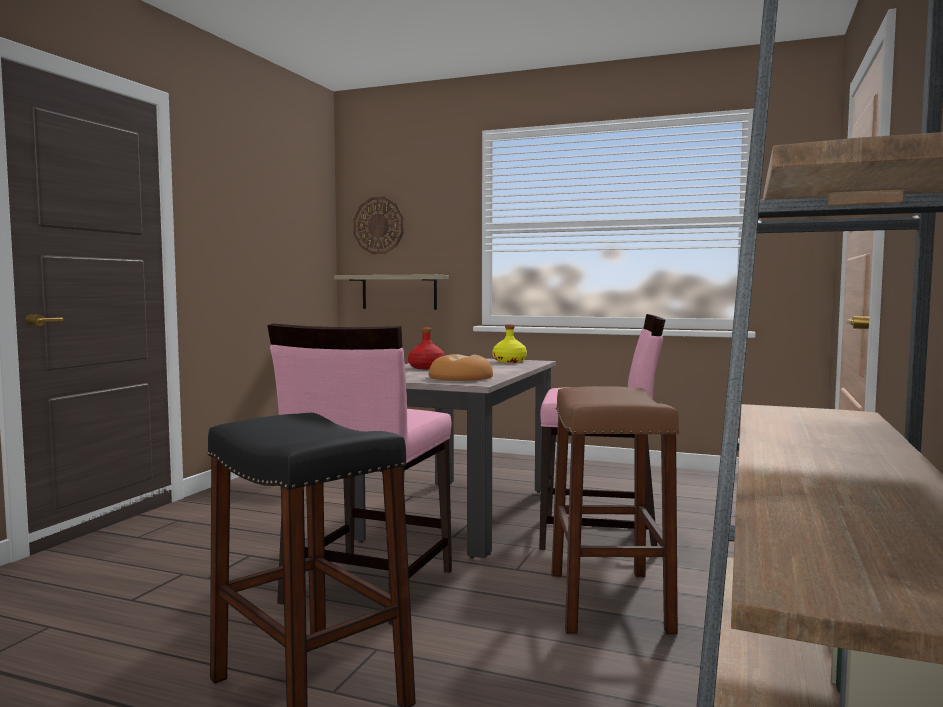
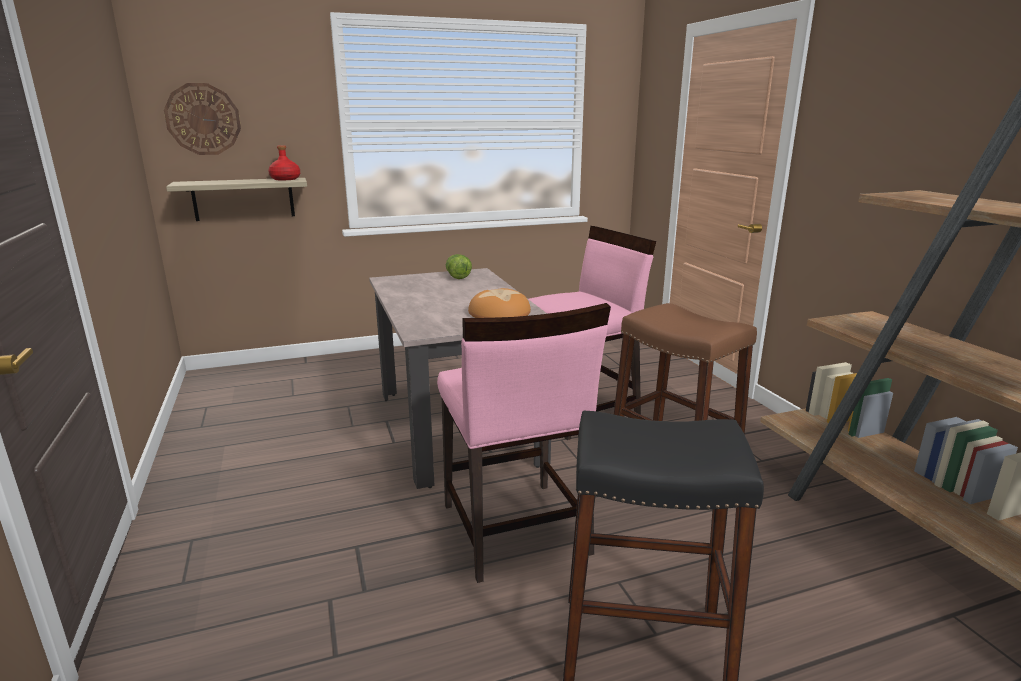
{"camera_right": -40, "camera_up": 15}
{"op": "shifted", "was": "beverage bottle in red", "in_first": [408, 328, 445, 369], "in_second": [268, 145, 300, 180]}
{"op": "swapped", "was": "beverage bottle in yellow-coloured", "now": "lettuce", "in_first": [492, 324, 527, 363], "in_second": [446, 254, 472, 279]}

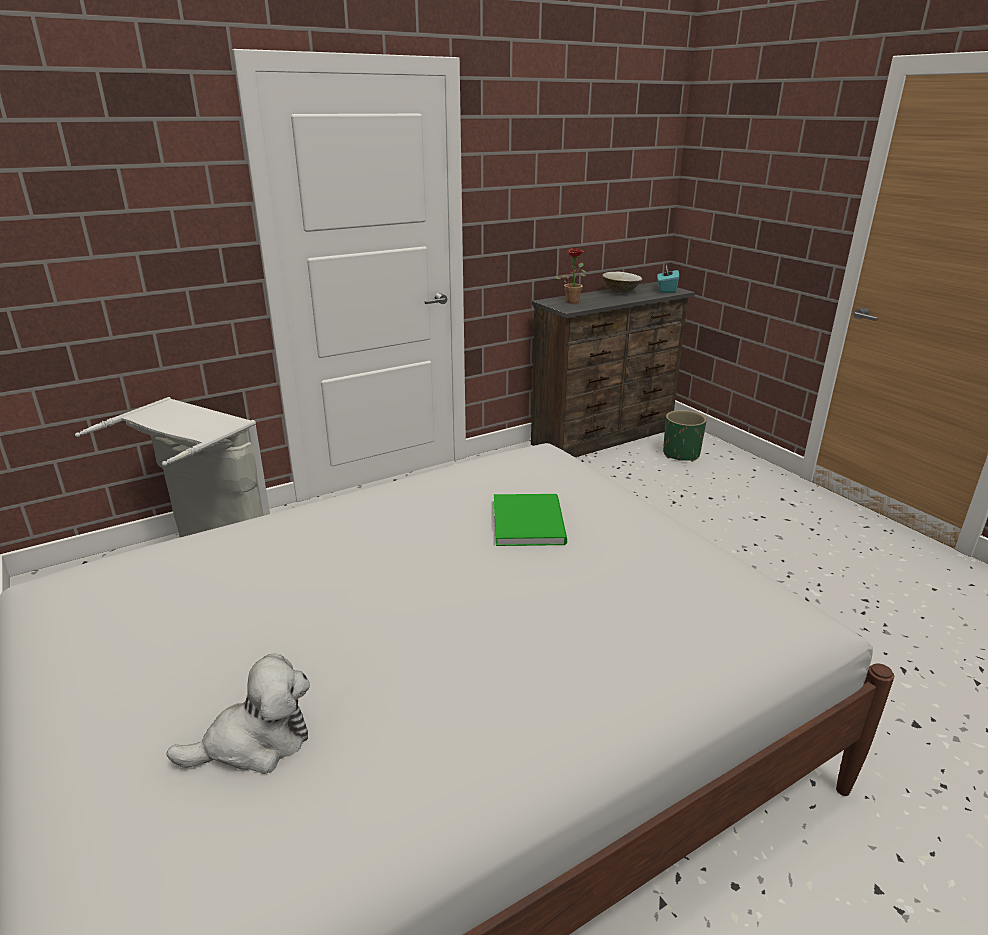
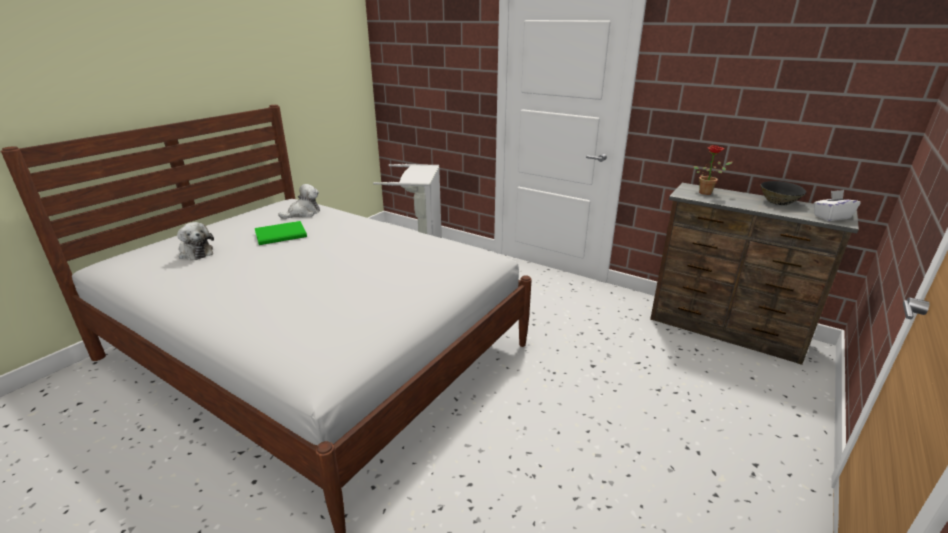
{"camera_right": 65, "camera_up": 0}
{"op": "shifted", "was": "volume in greenish", "in_first": [494, 494, 567, 546], "in_second": [255, 221, 307, 245]}
{"op": "new", "now": "cuddly toy", "in_second": [278, 184, 320, 219]}
{"op": "repainted", "was": "deep dish in sand-coloured", "now": "deep dish in black", "in_first": [603, 272, 642, 294], "in_second": [761, 181, 806, 205]}
{"op": "repainted", "was": "tissue box in turquoise", "now": "tissue box in white", "in_first": [657, 264, 679, 293], "in_second": [814, 190, 861, 221]}
{"op": "gone", "was": "flower pot in greenish", "in_first": [663, 410, 707, 462]}

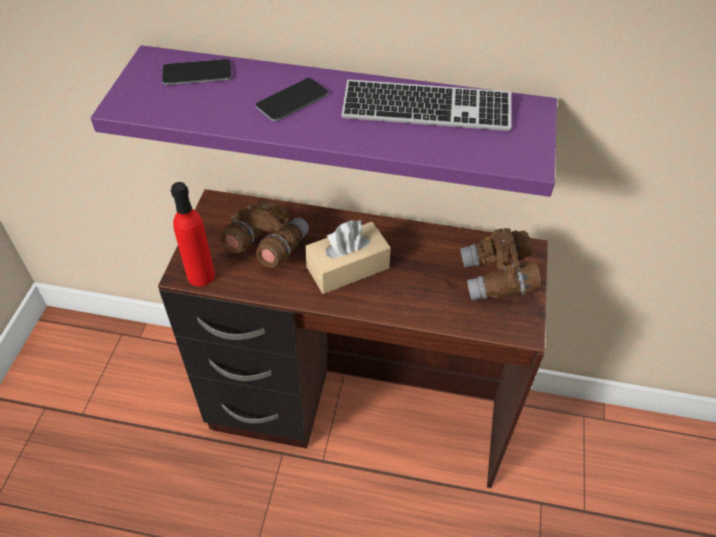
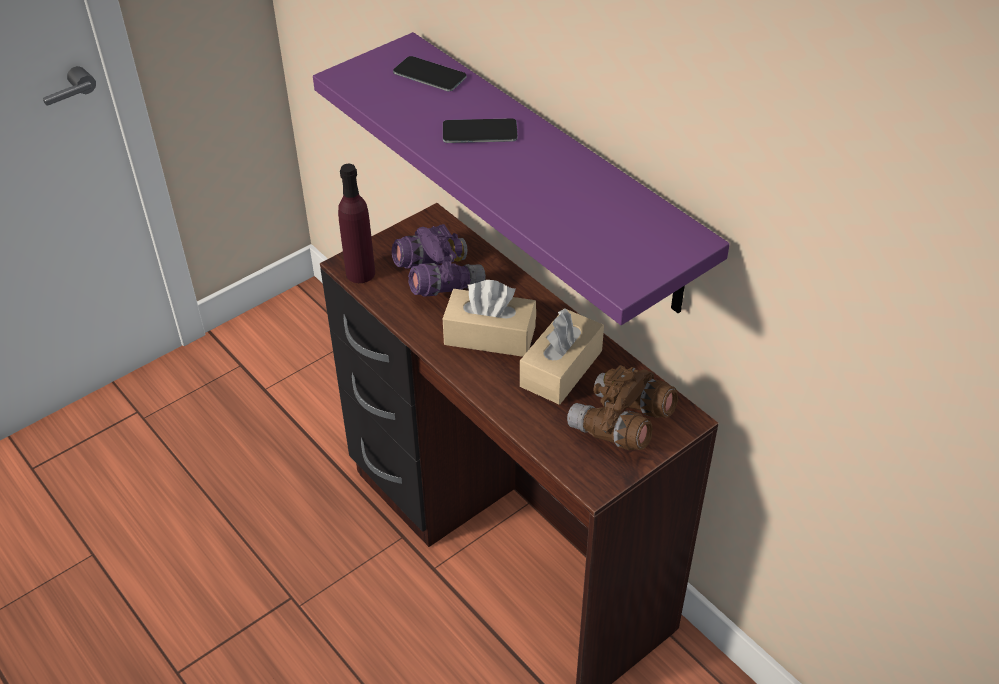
{"camera_right": 40, "camera_up": -5}
{"op": "repainted", "was": "beverage bottle in red", "now": "beverage bottle in purplish", "in_first": [171, 182, 215, 286], "in_second": [338, 164, 375, 283]}
{"op": "repainted", "was": "pair of binoculars in brownish", "now": "pair of binoculars in purplish", "in_first": [221, 199, 309, 268], "in_second": [392, 224, 486, 297]}
{"op": "new", "now": "tissue box in sand-coloured", "in_second": [520, 308, 604, 405]}
{"op": "gone", "was": "keyboard", "in_first": [342, 80, 511, 131]}

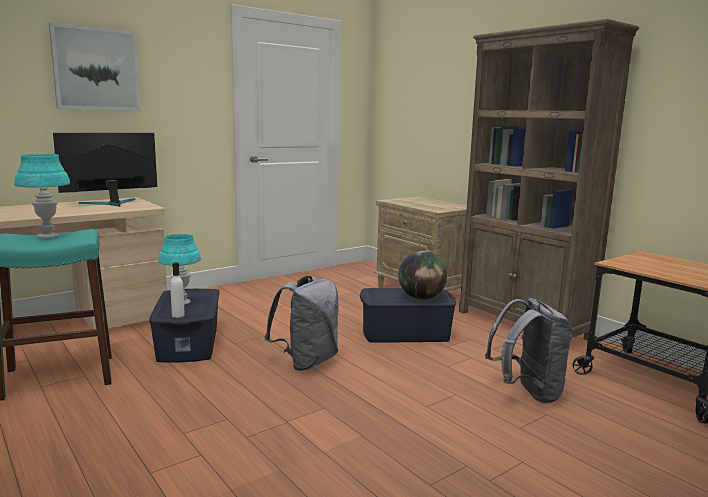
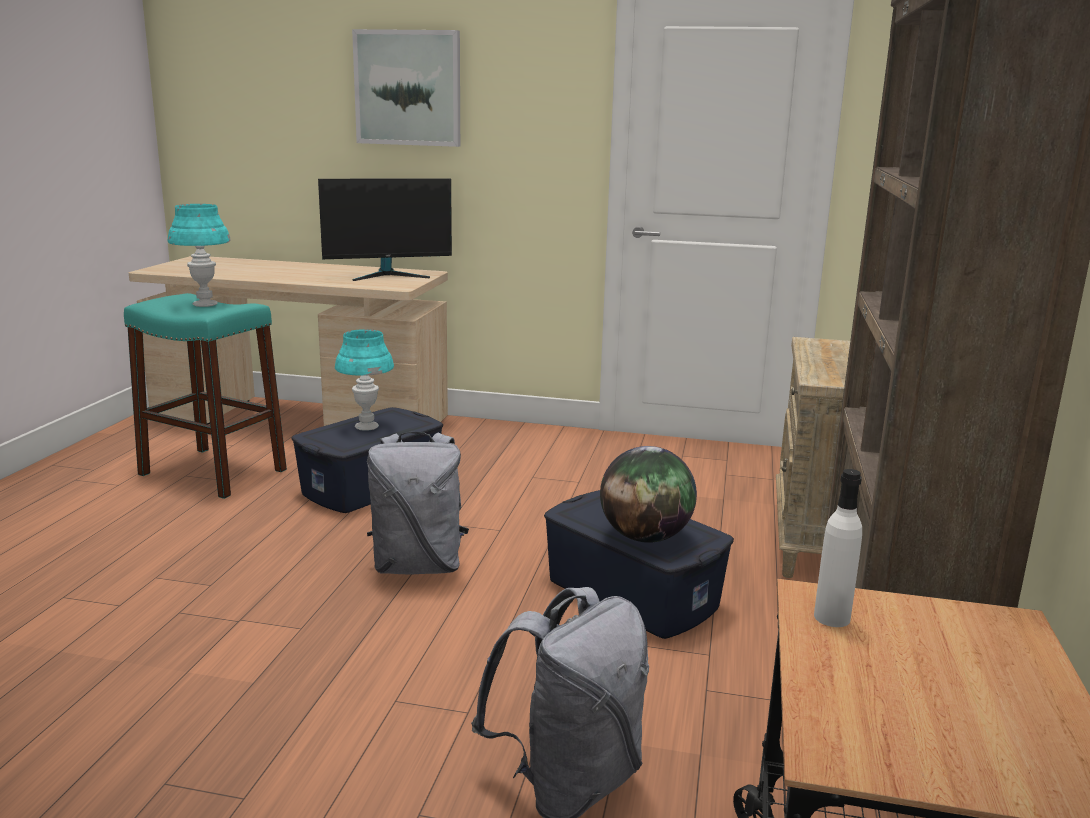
{"camera_right": 50, "camera_up": 5}
{"op": "rotated", "was": "monitor", "in_first": [53, 133, 157, 207], "in_second": [318, 178, 452, 281], "clockwise": 150}
{"op": "shifted", "was": "beverage bottle in white", "in_first": [170, 262, 185, 318], "in_second": [814, 469, 862, 627]}

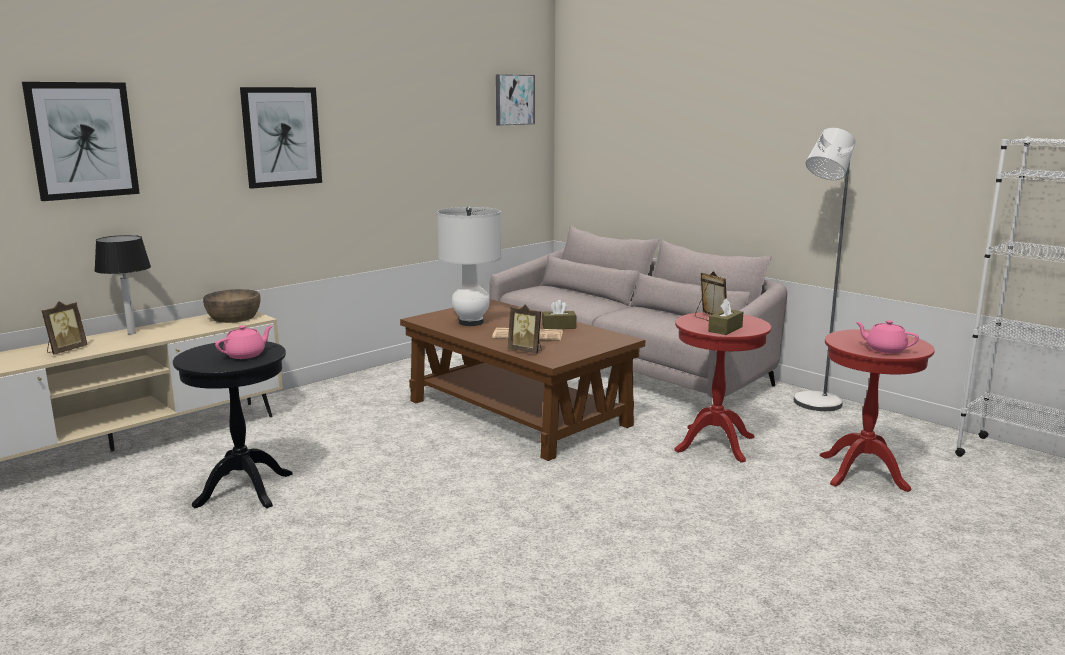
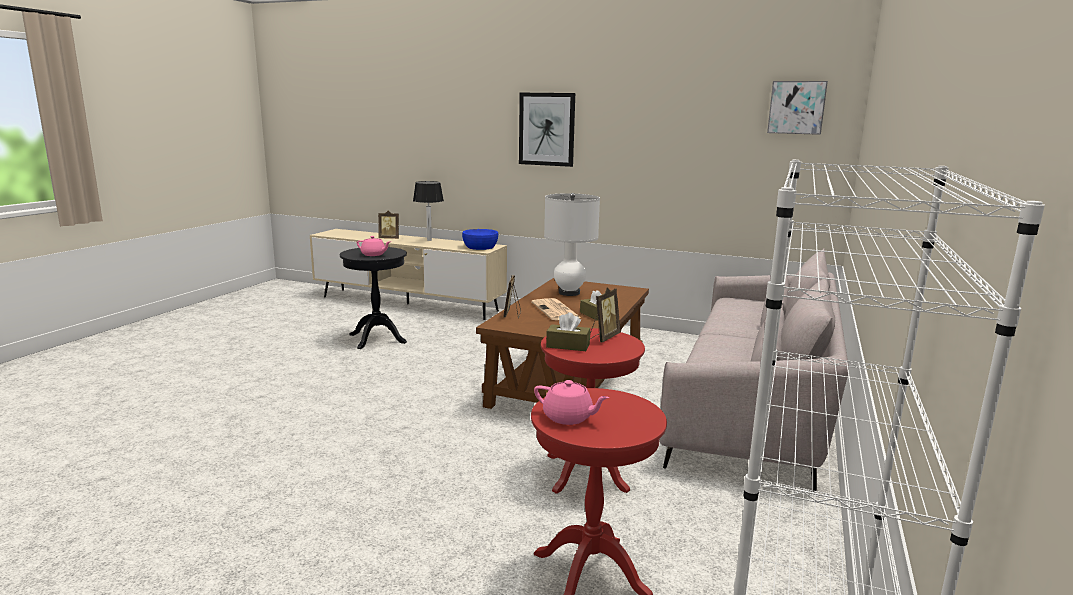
{"camera_right": 65, "camera_up": 0}
{"op": "repainted", "was": "deep dish in brownish", "now": "deep dish in bluish", "in_first": [203, 289, 260, 323], "in_second": [462, 229, 498, 250]}
{"op": "rotated", "was": "tea pot in pinkish", "in_first": [855, 320, 919, 353], "in_second": [534, 380, 609, 425], "clockwise": 105}
{"op": "gone", "was": "picture", "in_first": [22, 82, 140, 201]}
{"op": "gone", "was": "floor lamp in greyish", "in_first": [794, 128, 856, 411]}

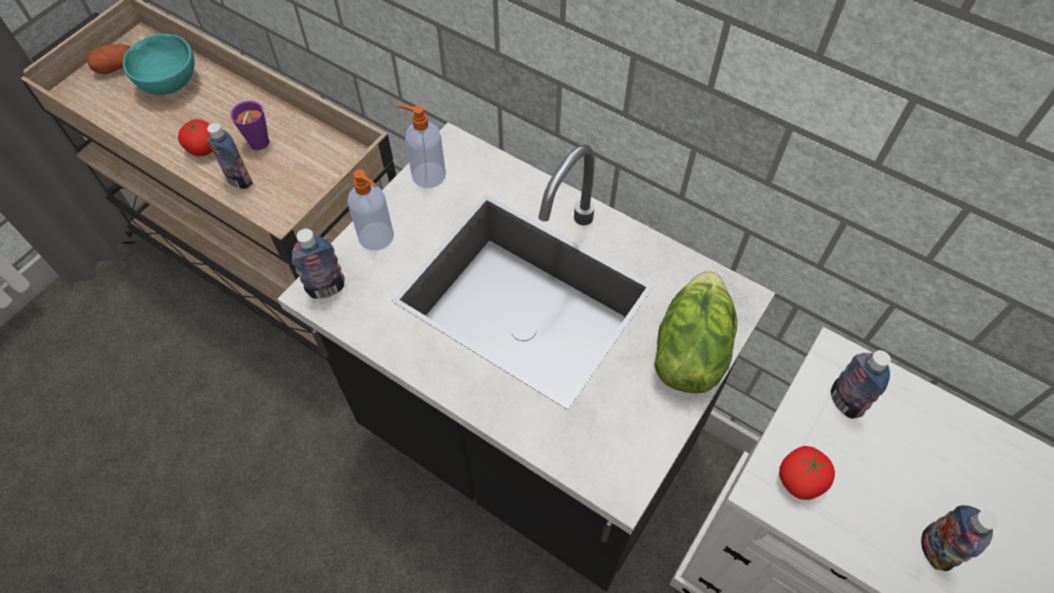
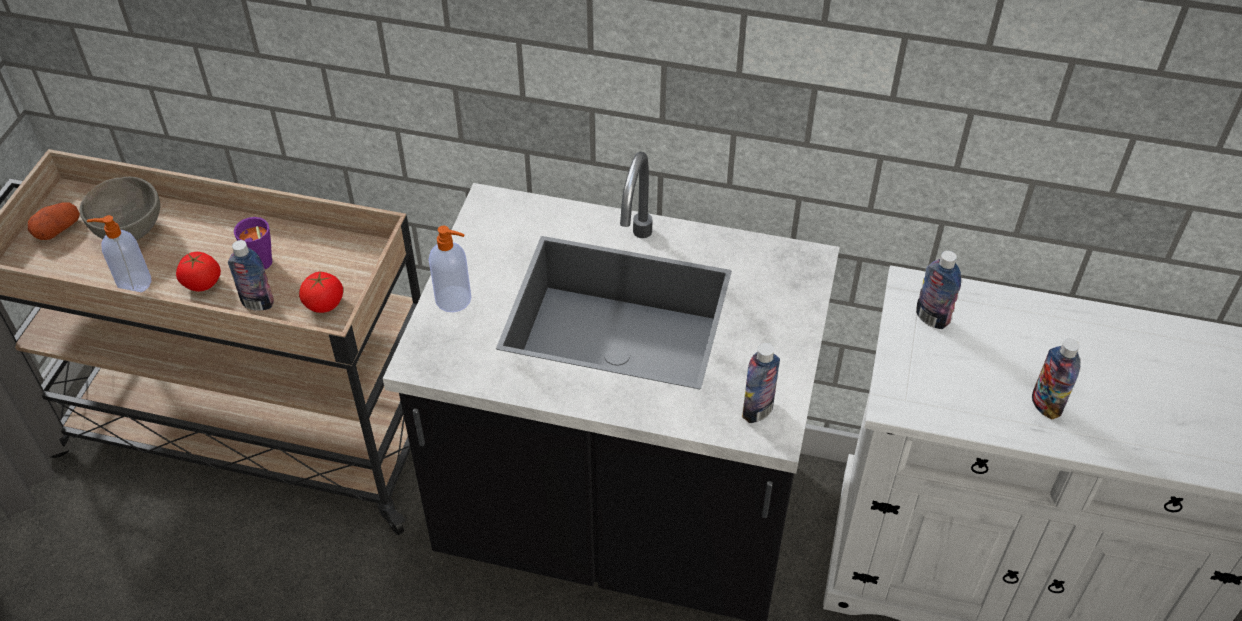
{"camera_right": -20, "camera_up": -10}
{"op": "repainted", "was": "deep dish in turquoise", "now": "deep dish in greyish", "in_first": [123, 34, 195, 95], "in_second": [80, 177, 160, 240]}
{"op": "shifted", "was": "soap dispenser", "in_first": [397, 105, 446, 188], "in_second": [87, 215, 151, 292]}
{"op": "shifted", "was": "fresh tomato", "in_first": [779, 446, 835, 500], "in_second": [299, 272, 343, 313]}
{"op": "shifted", "was": "beverage bottle", "in_first": [292, 229, 345, 299], "in_second": [742, 343, 780, 423]}
{"op": "gone", "was": "lettuce", "in_first": [654, 271, 737, 393]}

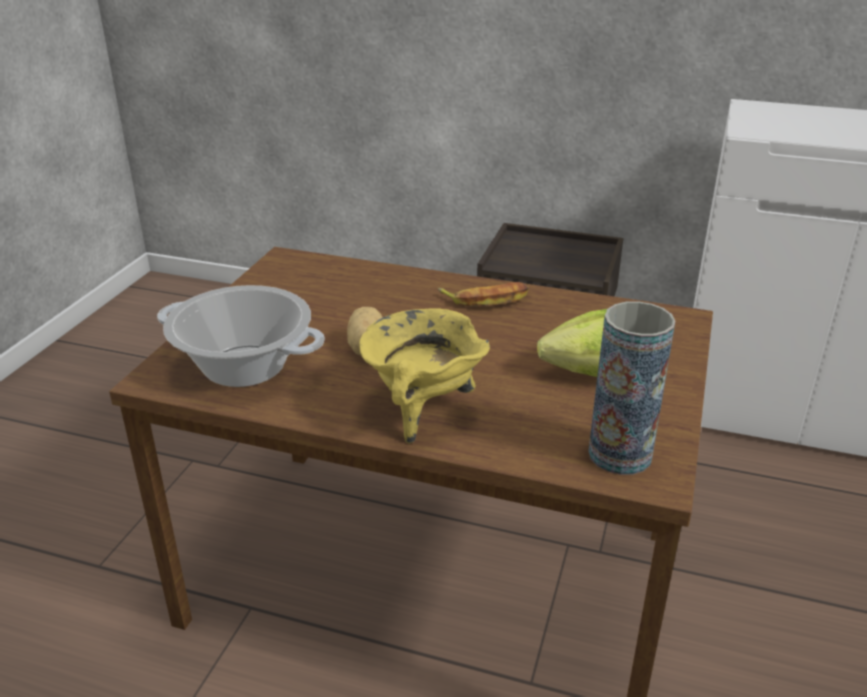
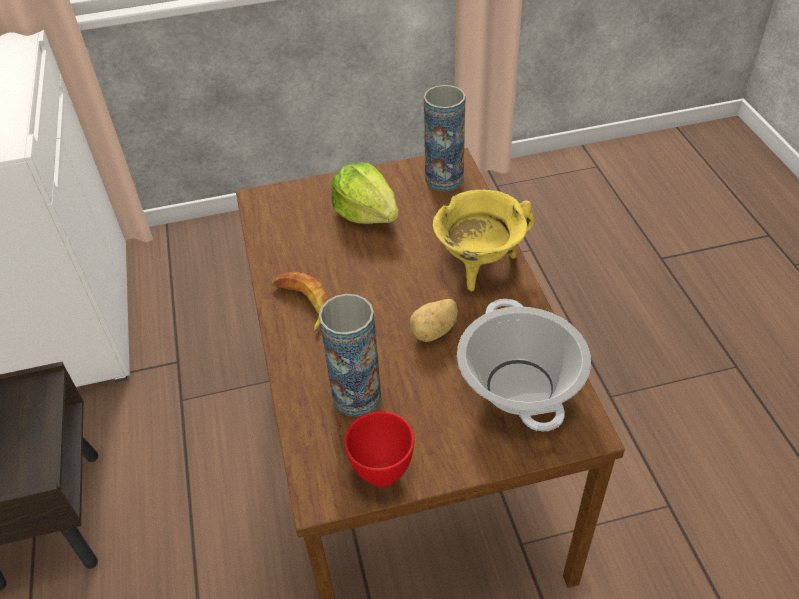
{"camera_right": -120, "camera_up": 15}
{"op": "new", "now": "vase", "in_second": [319, 294, 381, 416]}
{"op": "new", "now": "deep dish in red", "in_second": [344, 411, 415, 488]}

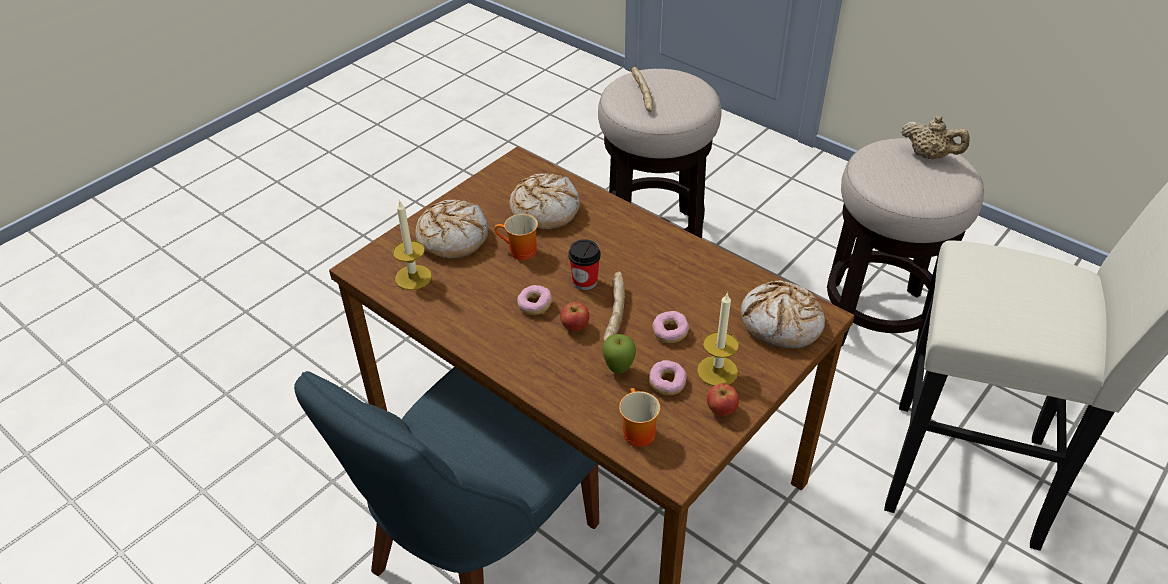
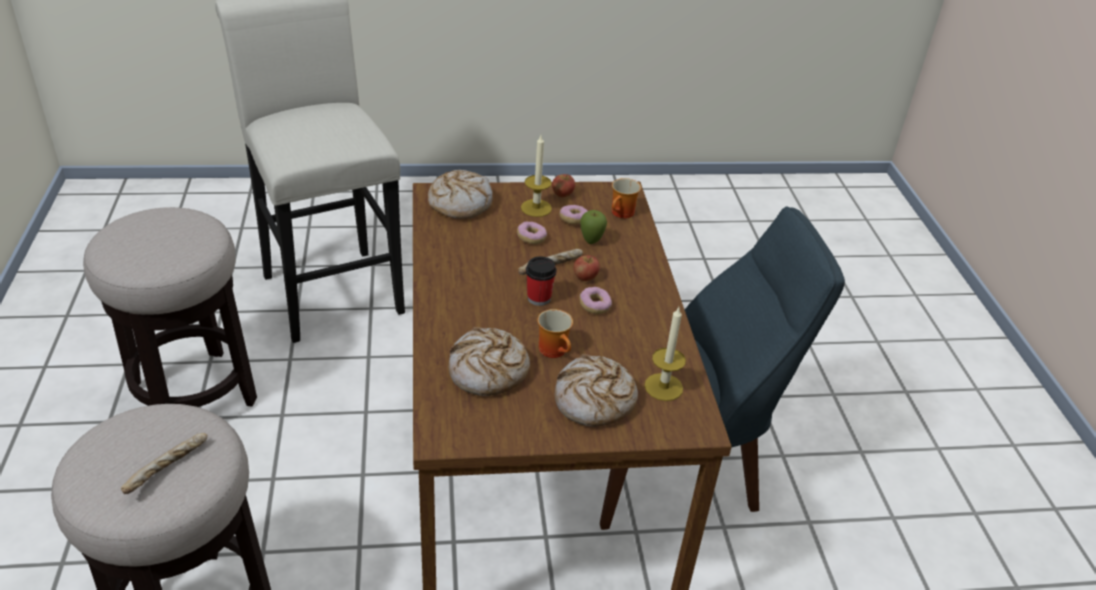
{"camera_right": -140, "camera_up": -5}
{"op": "gone", "was": "tea pot in sand-coloured", "in_first": [901, 115, 970, 159]}

